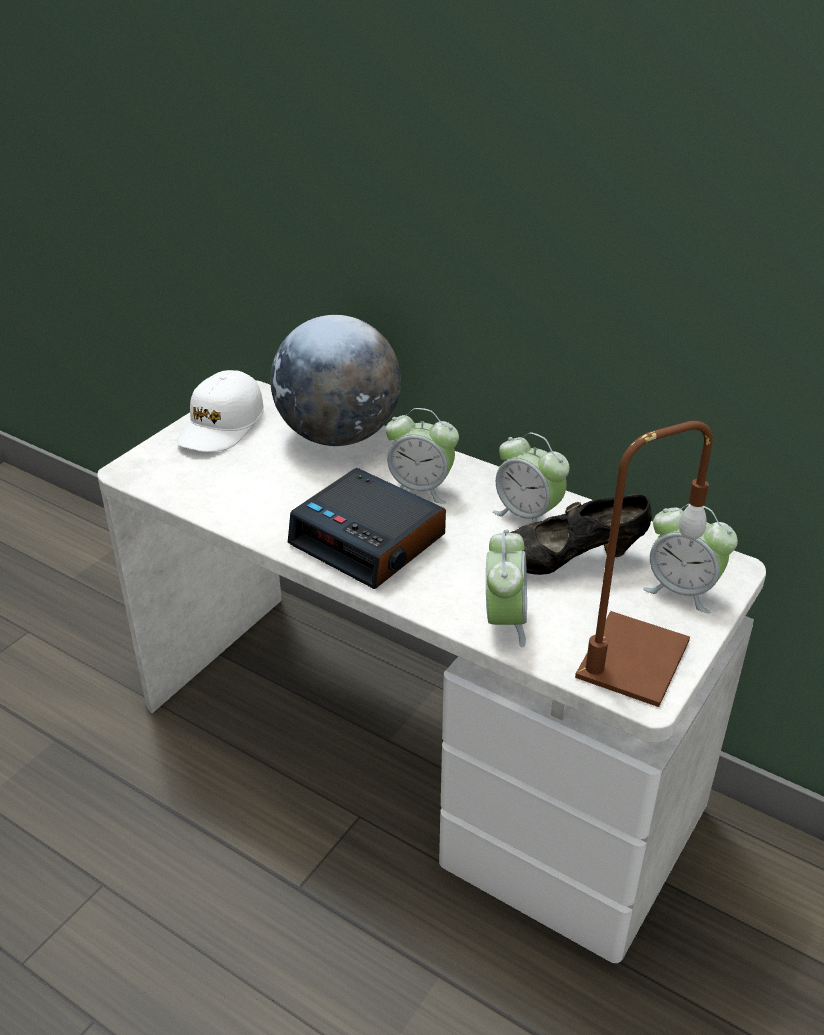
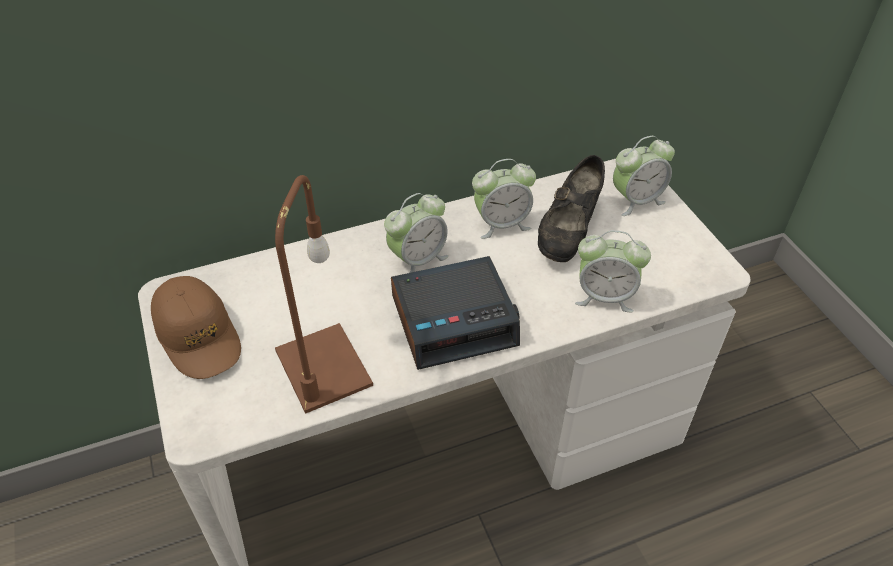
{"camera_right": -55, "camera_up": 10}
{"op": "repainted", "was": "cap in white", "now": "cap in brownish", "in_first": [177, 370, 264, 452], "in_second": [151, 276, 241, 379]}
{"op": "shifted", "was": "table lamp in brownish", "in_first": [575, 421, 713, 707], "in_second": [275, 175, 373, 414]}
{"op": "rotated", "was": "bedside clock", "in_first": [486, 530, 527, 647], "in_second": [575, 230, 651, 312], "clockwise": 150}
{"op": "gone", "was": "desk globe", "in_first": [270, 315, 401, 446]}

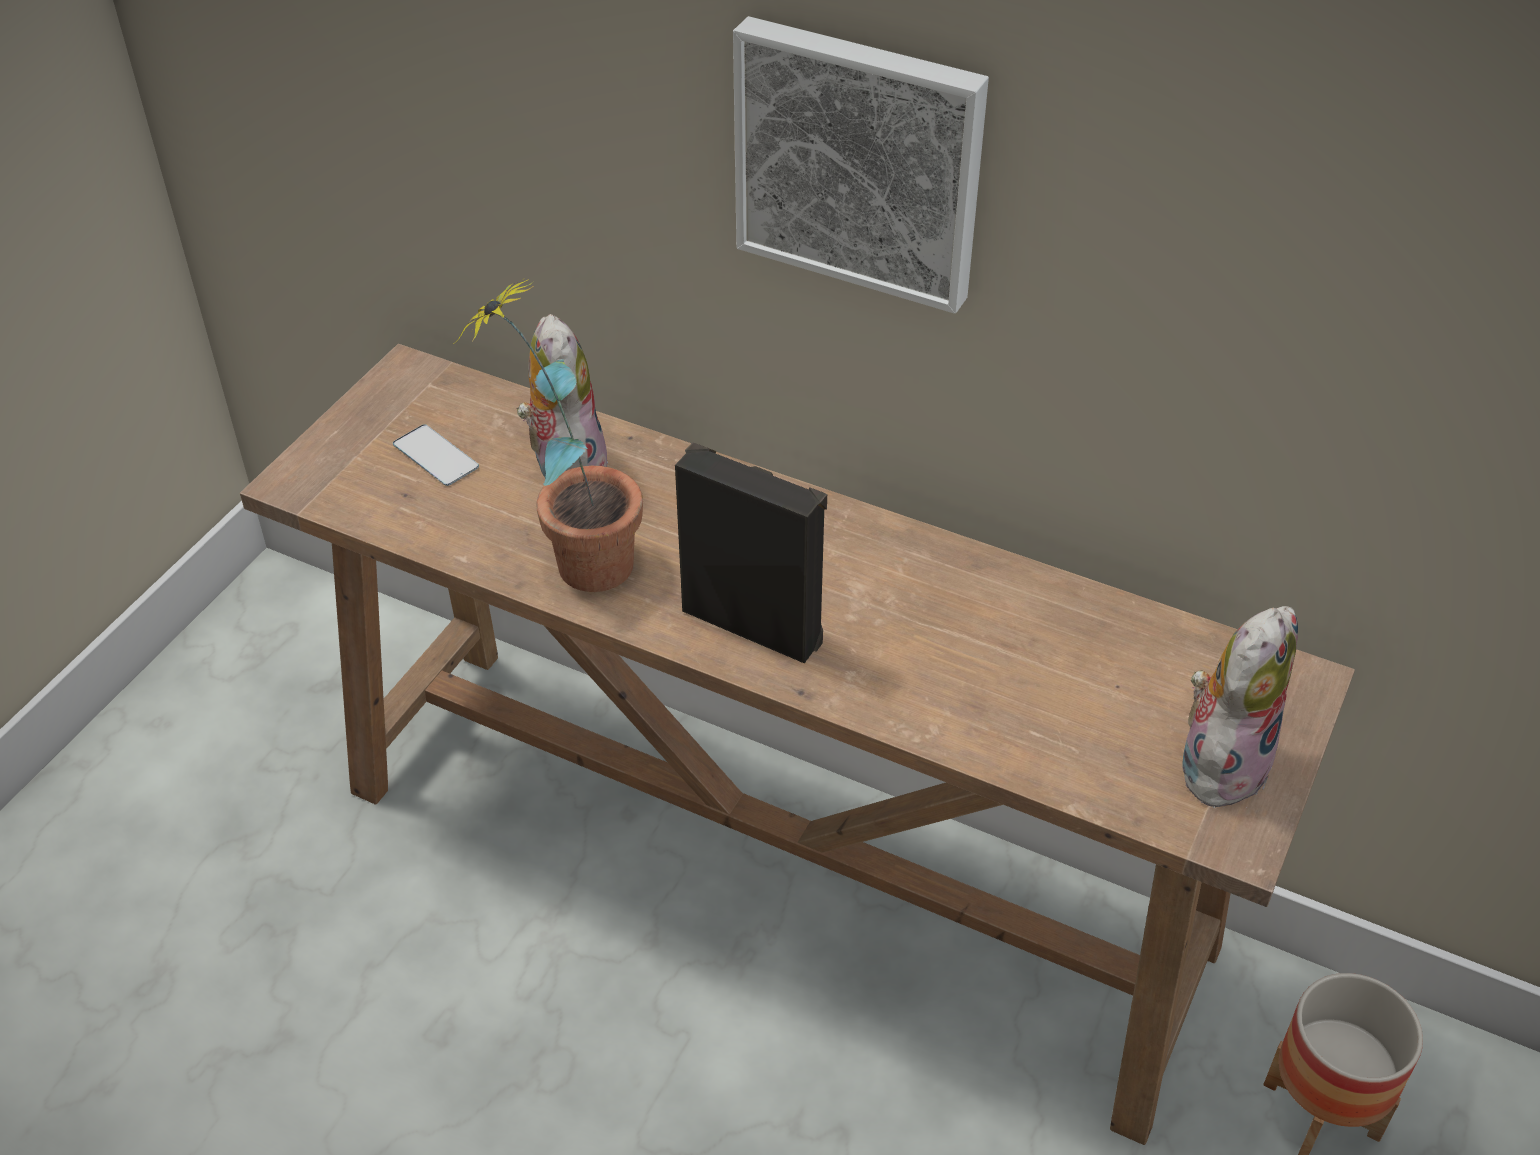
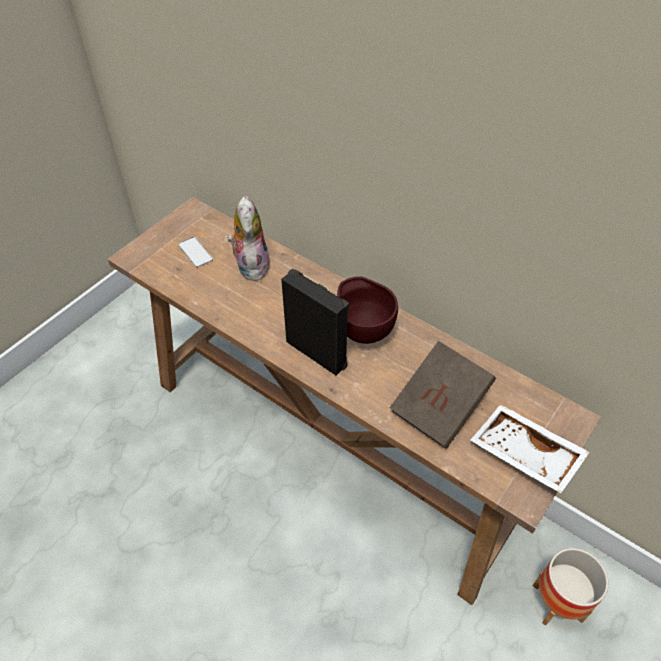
{"camera_right": 10, "camera_up": 5}
{"op": "new", "now": "deep dish in brownish", "in_second": [337, 276, 398, 344]}
{"op": "new", "now": "volume in brownish", "in_second": [390, 341, 496, 449]}
{"op": "swapped", "was": "cuddly toy", "now": "carrying tray in white", "in_first": [1182, 606, 1298, 808], "in_second": [470, 404, 590, 493]}
{"op": "gone", "was": "plant in a pot", "in_first": [455, 279, 643, 592]}
{"op": "gone", "was": "picture", "in_first": [733, 16, 989, 314]}

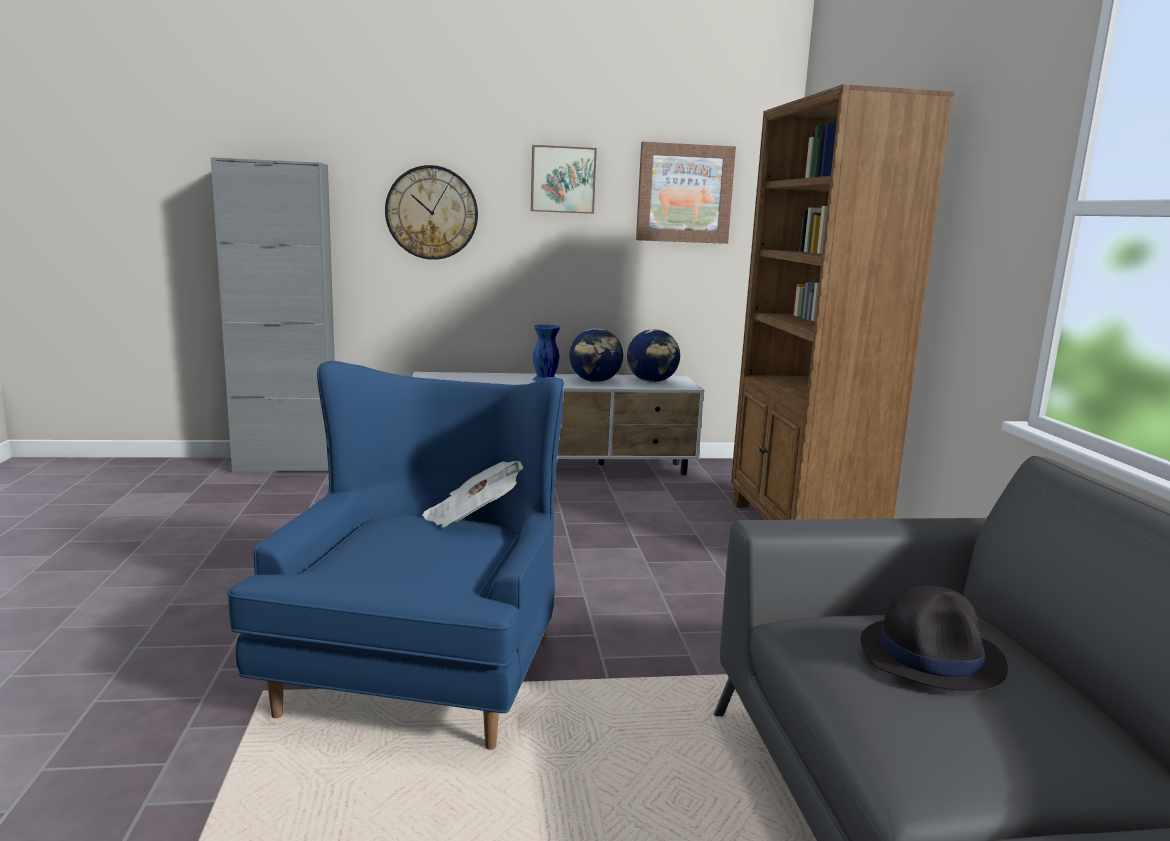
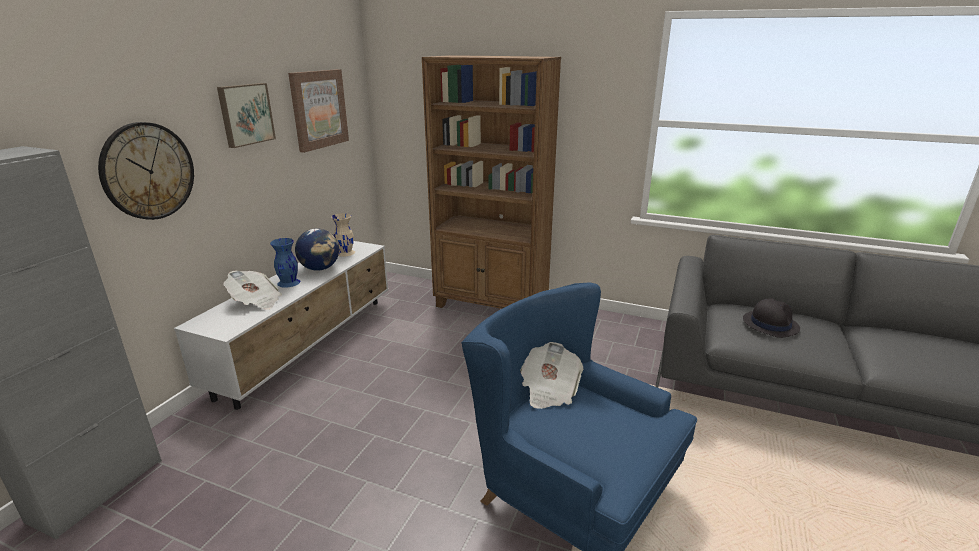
{"camera_right": -60, "camera_up": 10}
{"op": "new", "now": "daily paper", "in_second": [224, 270, 282, 310]}
{"op": "swapped", "was": "desk globe", "now": "vase in sand-coloured", "in_first": [627, 329, 680, 382], "in_second": [331, 213, 355, 257]}

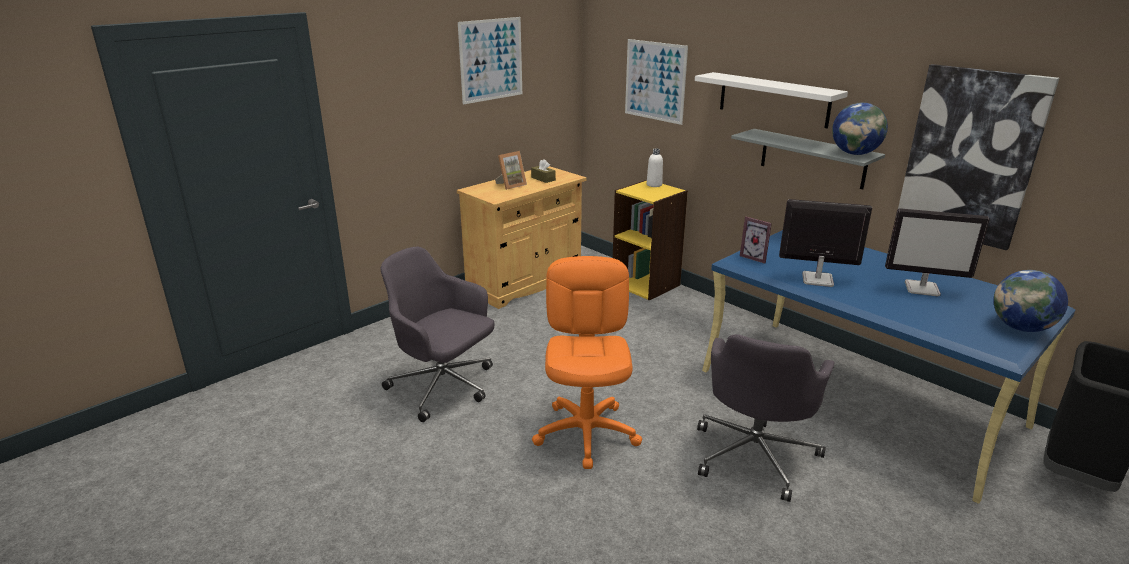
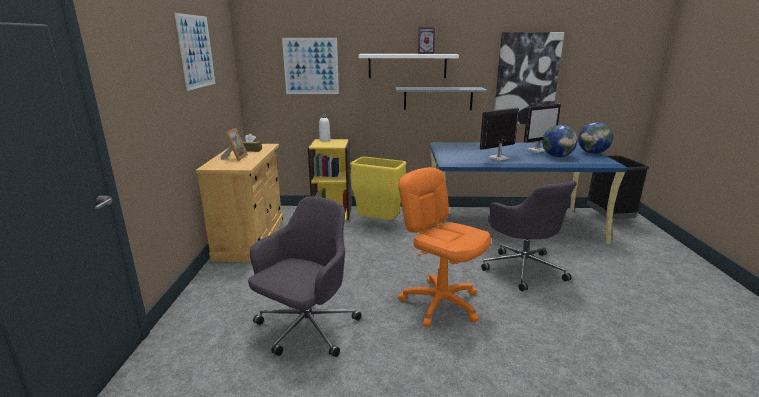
{"camera_right": -45, "camera_up": -5}
{"op": "rotated", "was": "computer chair in greyish", "in_first": [381, 247, 494, 422], "in_second": [248, 196, 362, 357], "clockwise": 135}
{"op": "new", "now": "rubbish bin in yellow-coloured", "in_second": [350, 157, 406, 220]}
{"op": "shifted", "was": "picture frame", "in_first": [740, 217, 772, 264], "in_second": [418, 27, 436, 54]}
{"op": "shifted", "was": "desk globe", "in_first": [832, 103, 888, 155], "in_second": [542, 125, 577, 157]}

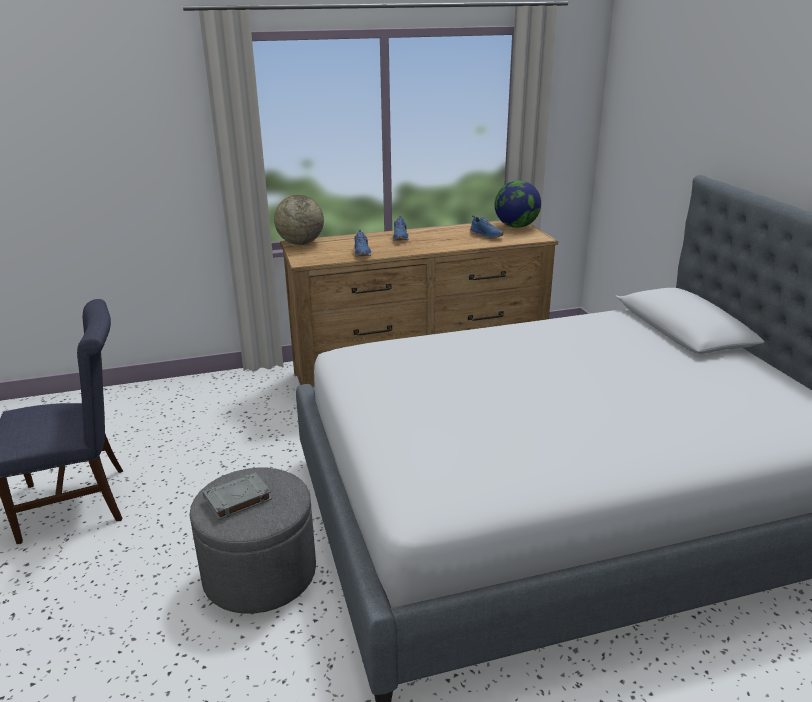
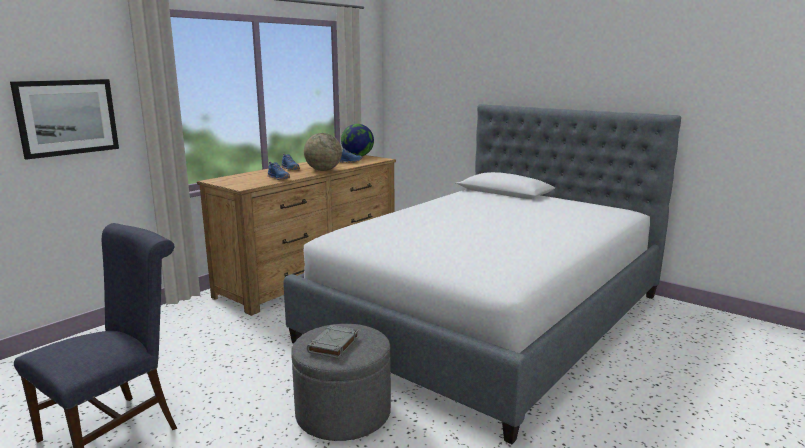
{"camera_right": -35, "camera_up": -10}
{"op": "new", "now": "picture", "in_second": [10, 79, 119, 160]}
{"op": "shifted", "was": "desk globe", "in_first": [274, 195, 324, 245], "in_second": [304, 133, 342, 171]}

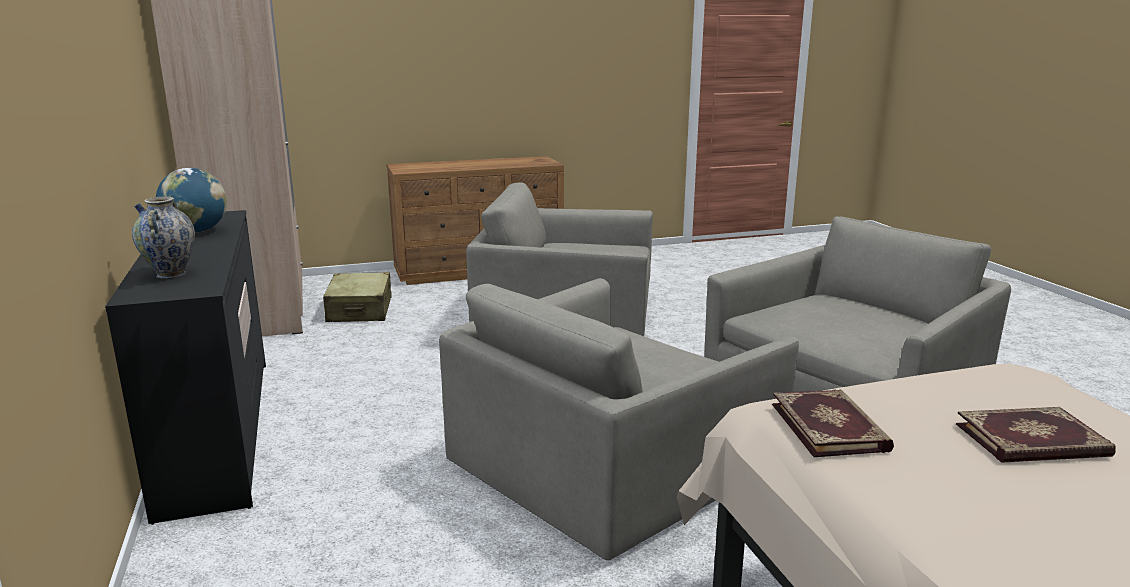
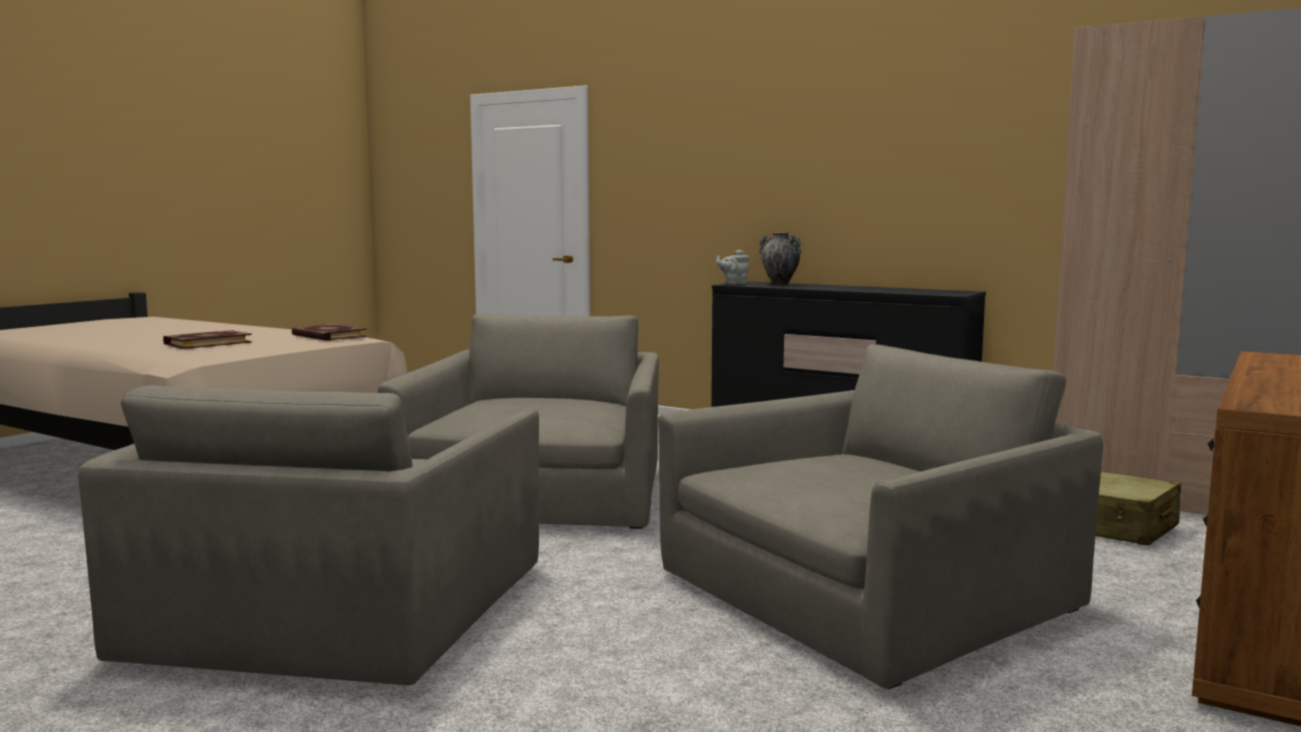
{"camera_right": 140, "camera_up": -10}
{"op": "new", "now": "tea pot in greyish", "in_second": [716, 250, 749, 285]}
{"op": "gone", "was": "desk globe", "in_first": [156, 168, 227, 232]}

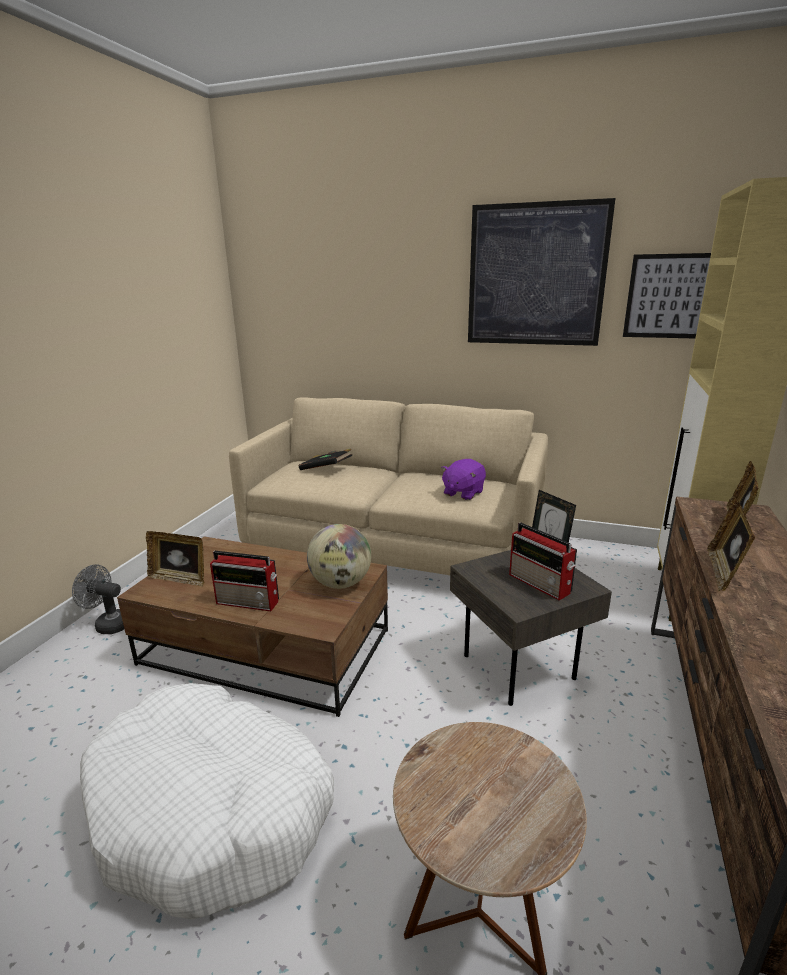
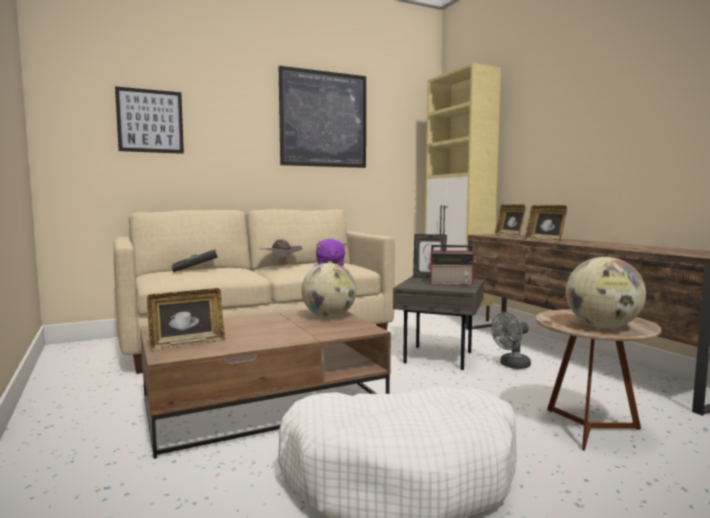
{"camera_right": -45, "camera_up": -15}
{"op": "shifted", "was": "picture", "in_first": [623, 253, 711, 338], "in_second": [115, 86, 184, 154]}
{"op": "new", "now": "wearable hat in brownish", "in_second": [263, 239, 302, 266]}
{"op": "shifted", "was": "fan in greyish", "in_first": [72, 565, 124, 634], "in_second": [491, 312, 531, 369]}
{"op": "new", "now": "desk globe", "in_second": [566, 257, 646, 328]}
{"op": "gone", "was": "radio set", "in_first": [210, 551, 279, 611]}

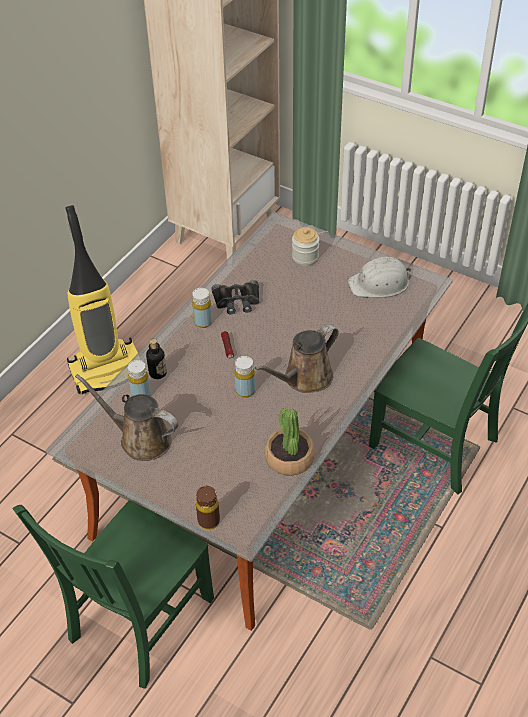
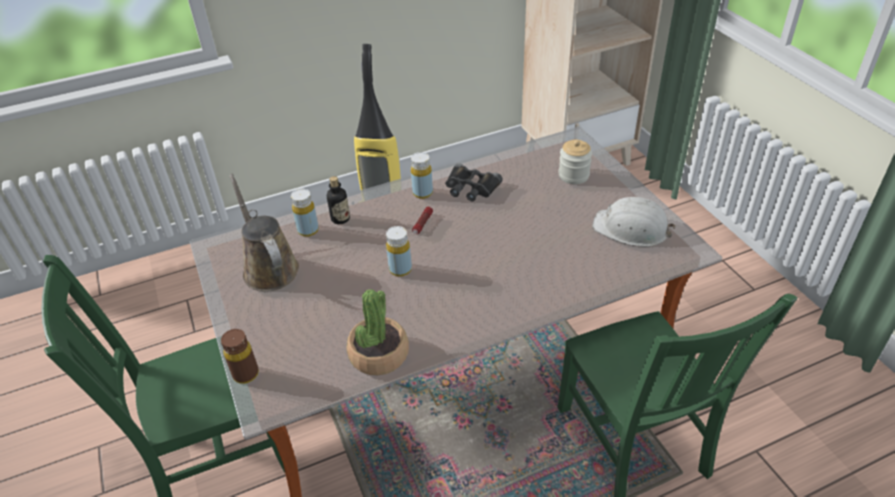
{"camera_right": 35, "camera_up": -5}
{"op": "gone", "was": "watering can in brownish", "in_first": [255, 324, 339, 393]}

